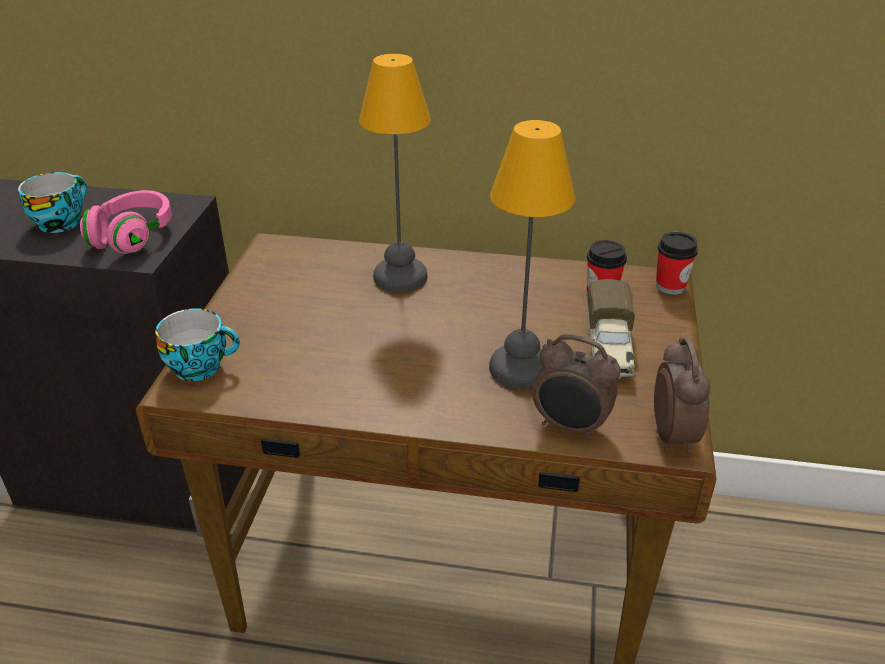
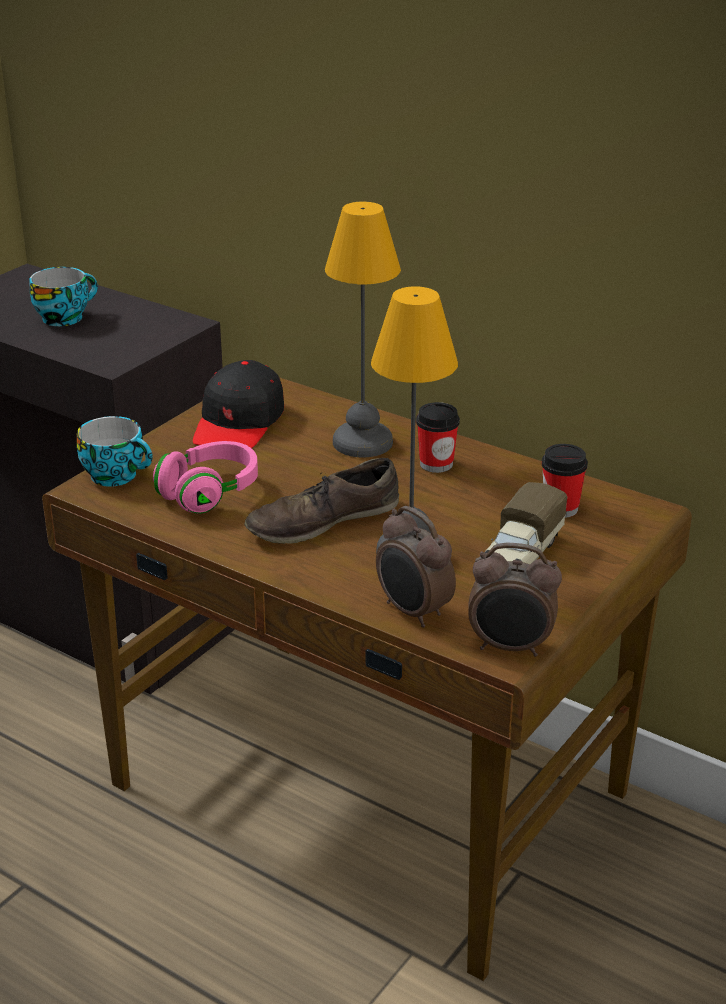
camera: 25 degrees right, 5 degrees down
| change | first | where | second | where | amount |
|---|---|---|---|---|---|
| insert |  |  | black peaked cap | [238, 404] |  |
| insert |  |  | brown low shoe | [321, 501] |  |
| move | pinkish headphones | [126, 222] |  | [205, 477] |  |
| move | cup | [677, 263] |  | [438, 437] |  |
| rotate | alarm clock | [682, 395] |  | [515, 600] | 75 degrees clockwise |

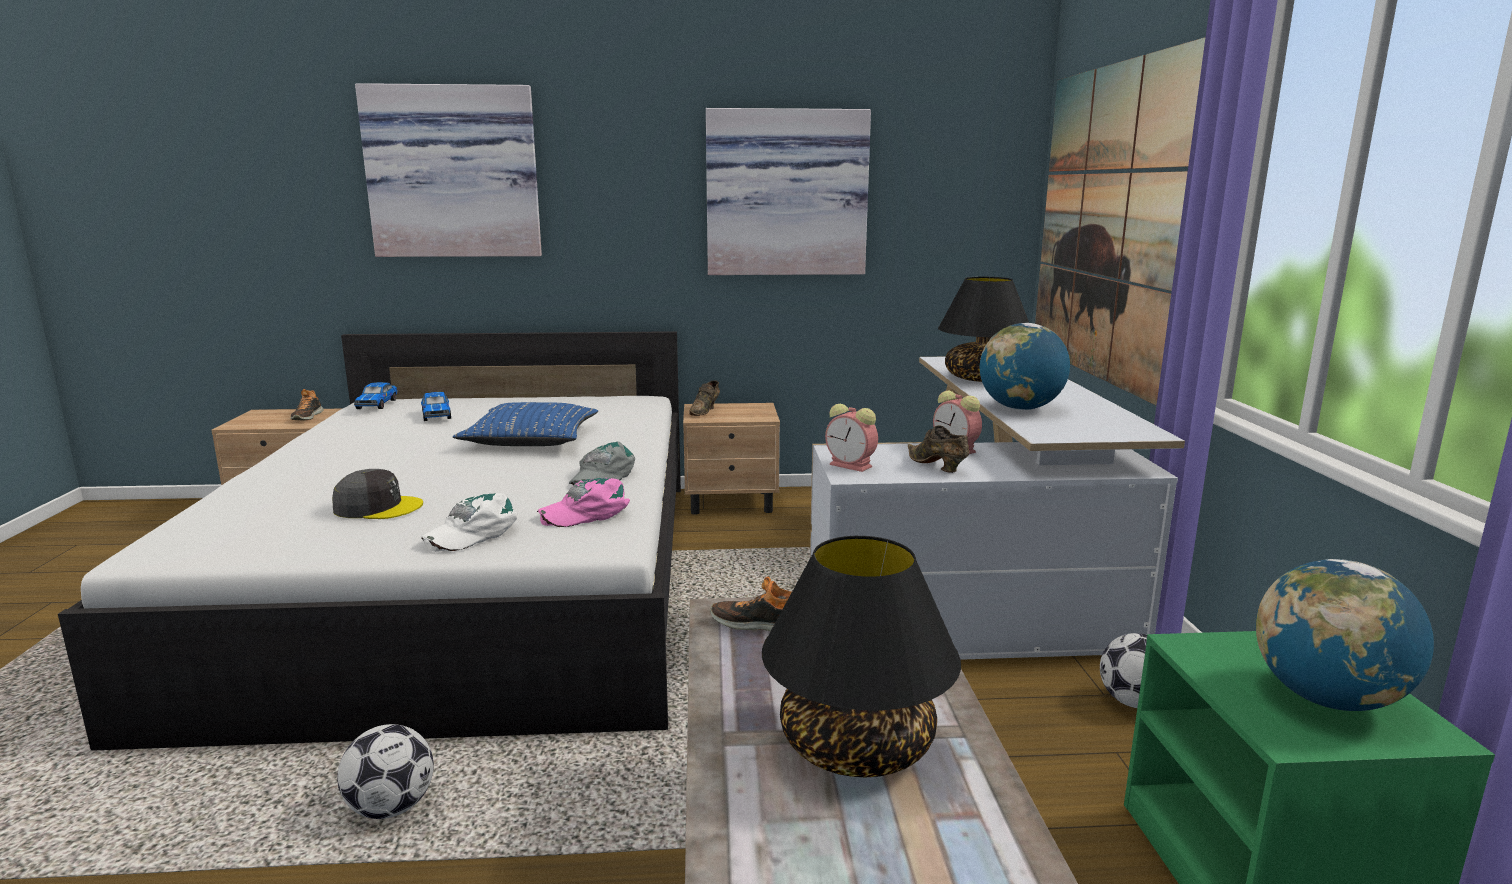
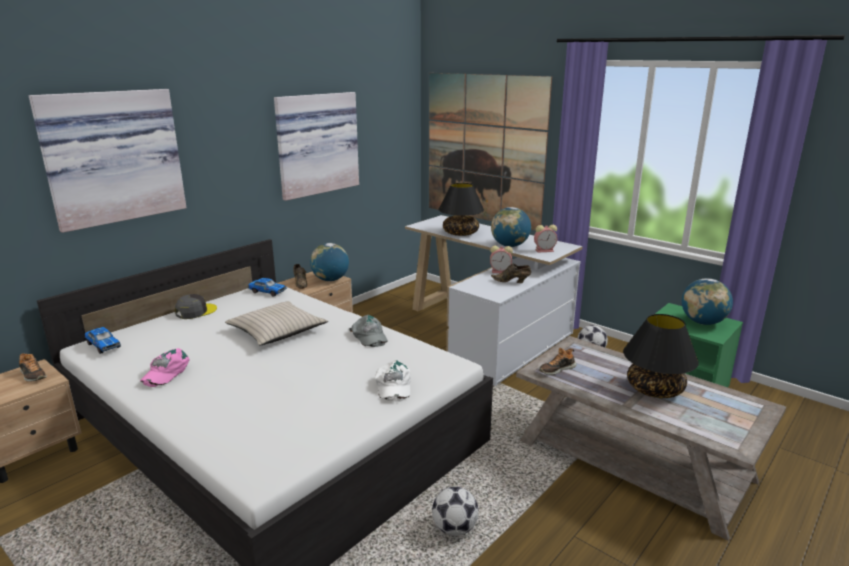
camera: 45 degrees left, 5 degrees up
| change | first | where | second | where | amount |
|---|---|---|---|---|---|
| insert |  |  | globe | [329, 262] |  |
| move | grey peaked cap | [377, 494] |  | [196, 306] |  |
| move | toy car | [436, 406] |  | [267, 287] |  |
| move | pinkish peaked cap | [583, 502] |  | [165, 367] |  |
| move | alarm clock | [851, 438] |  | [545, 238] |  |
| recolor | blue throw pillow | [525, 424] | beige-coloured throw pillow | [276, 323] |  |

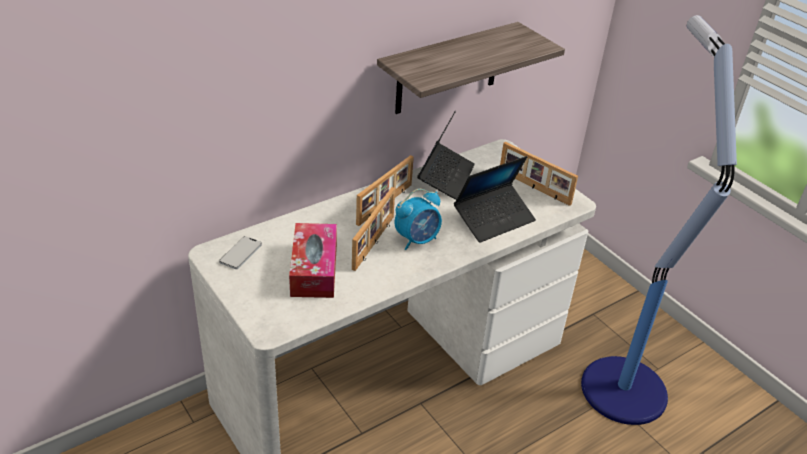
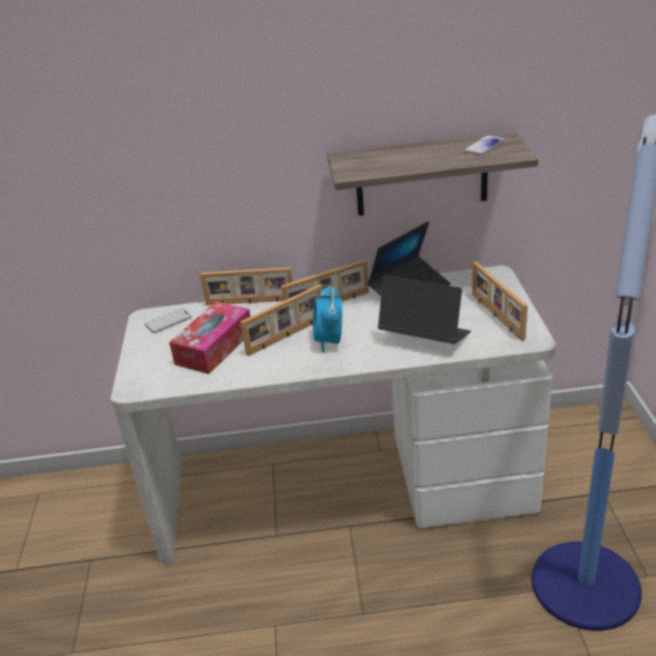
camera: 35 degrees right, 5 degrees down
| change | first | where | second | where | amount |
|---|---|---|---|---|---|
| insert |  |  | picture frame | [246, 286] |  |
| insert |  |  | handset | [484, 145] |  |
| rotate | alarm clock | [418, 219] |  | [327, 319] | 90 degrees clockwise |
| rotate | laptop | [495, 199] |  | [424, 309] | 150 degrees counterclockwise |

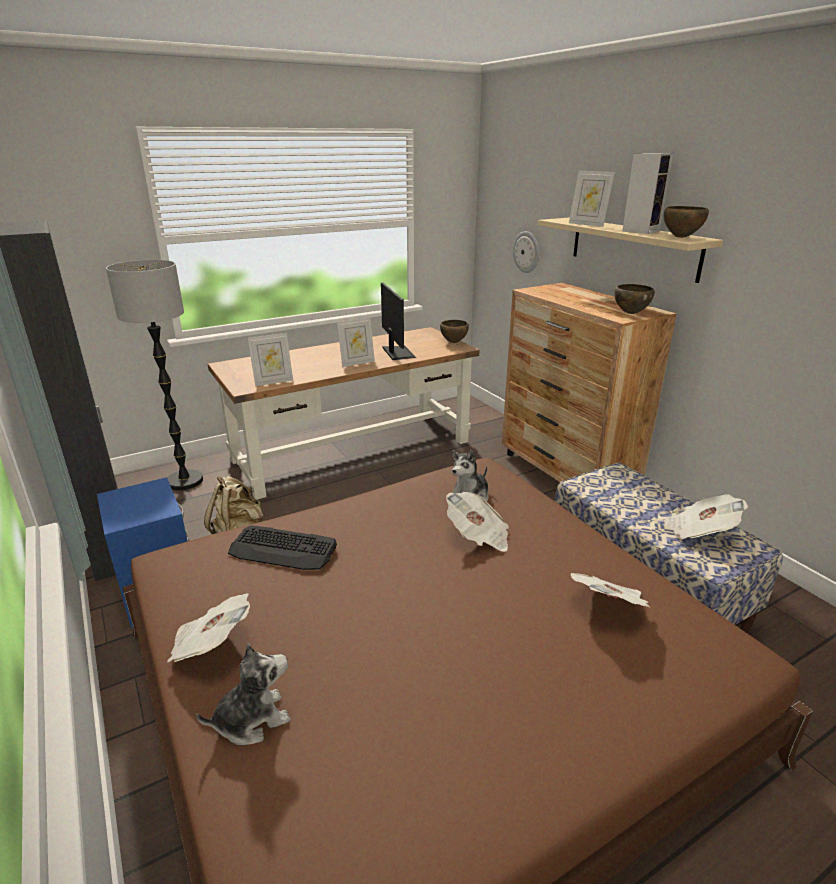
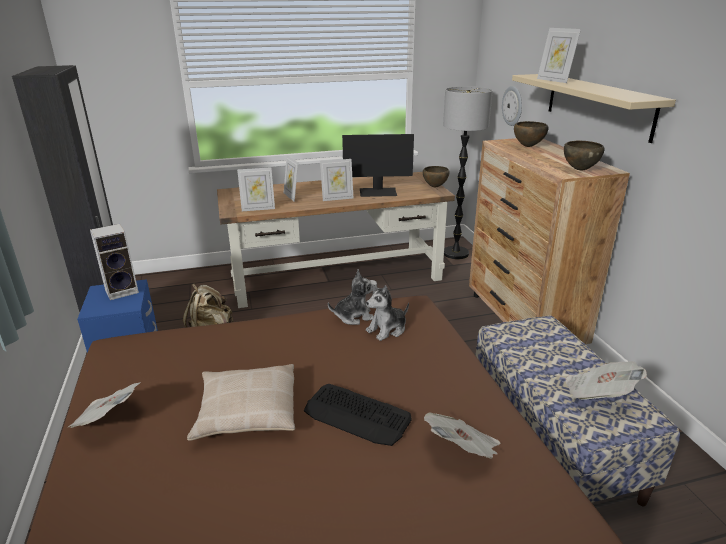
camera: 15 degrees right, 0 degrees up
| change | first | where | second | where | amount |
|---|---|---|---|---|---|
| delete | newspaper | [477, 522] |  |  |  |
| insert |  |  | beige-coloured throw pillow | [241, 402] |  |
| insert |  |  | picture frame | [291, 179] |  |
| move | standing lamp | [154, 375] |  | [468, 172] |  |
| move | soft toy | [243, 694] |  | [352, 297] |  |
| move | computer keyboard | [282, 547] |  | [358, 415] |  |
| move | audio speaker | [647, 193] |  | [114, 262] |  |
| move | brown bowl | [686, 222] |  | [531, 134] |  |
| rotate | monitor | [398, 321] |  | [378, 165] | 90 degrees clockwise |

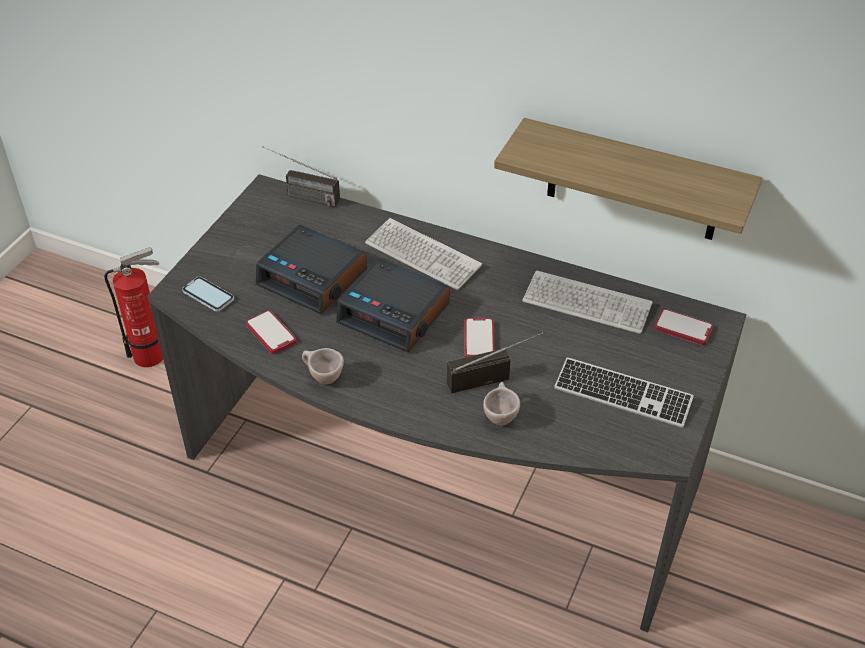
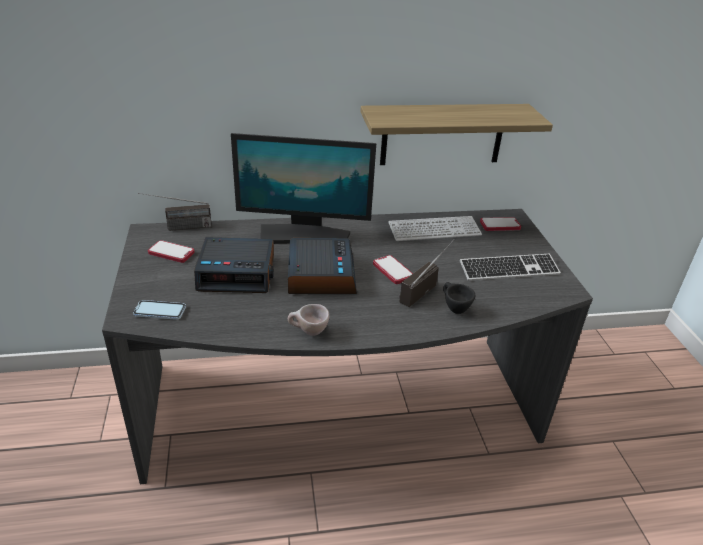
camera: 35 degrees left, 10 degrees down
| change | first | where | second | where | amount |
|---|---|---|---|---|---|
| delete | fire-fighting cylinder | [133, 307] |  |  |  |
| move | handset | [271, 332] |  | [171, 251] |  |
| replace | computer keyboard | [423, 254] | monitor | [303, 188] |  |
| recolor | beige-coloured cup | [501, 404] | black cup | [459, 298] |  |
| rotate | alarm clock | [393, 305] |  | [322, 266] | 90 degrees counterclockwise |

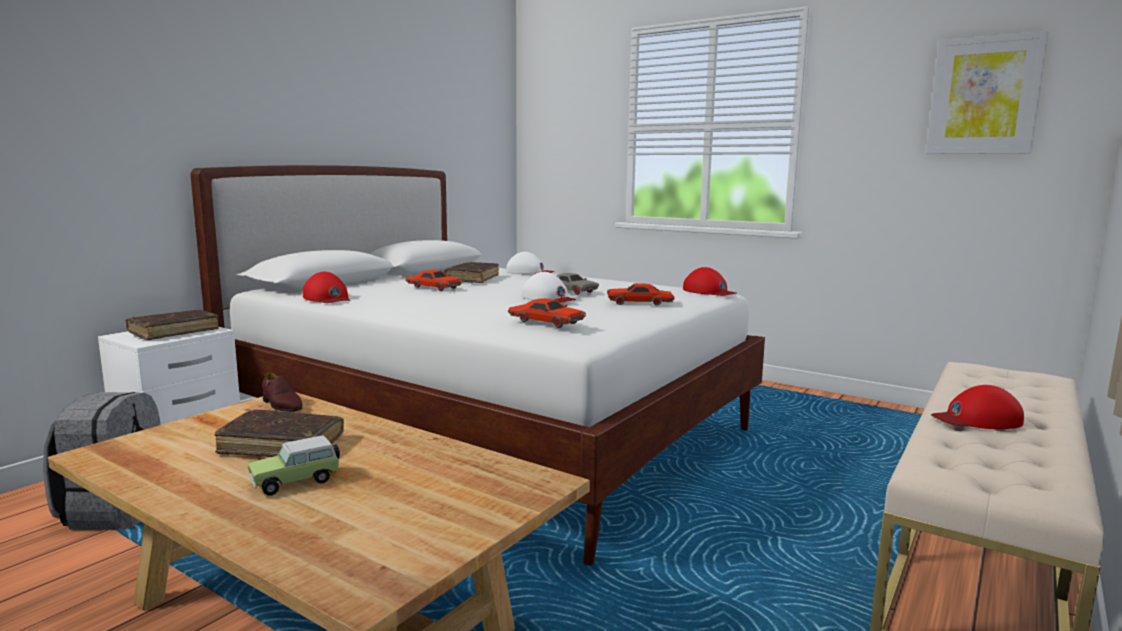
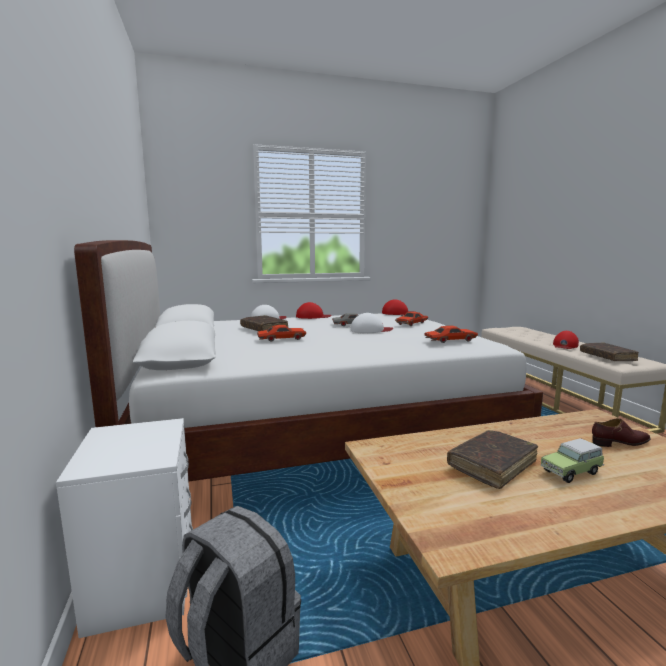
camera: 50 degrees left, 0 degrees up
| change | first | where | second | where | amount |
|---|---|---|---|---|---|
| delete | wall art | [987, 92] |  |  |  |
| move | brown book | [172, 325] |  | [609, 351] |  |
| move | brown low shoe | [282, 392] |  | [621, 432] |  |
| move | red peaked cap | [326, 287] |  | [314, 310] |  |
| rotate | toy car | [294, 465] |  | [572, 460] | 60 degrees clockwise |

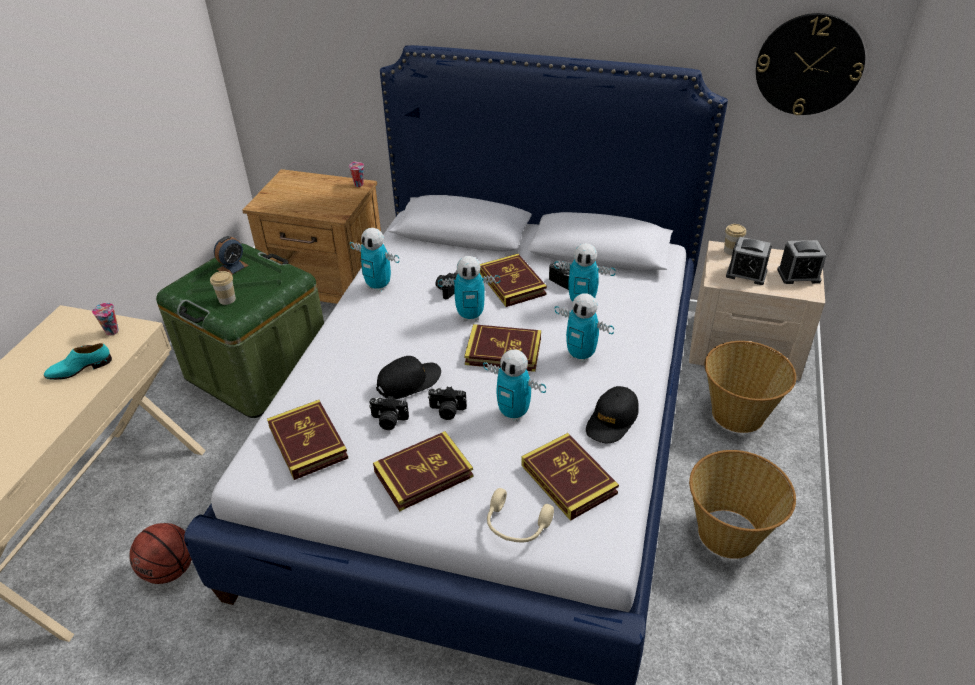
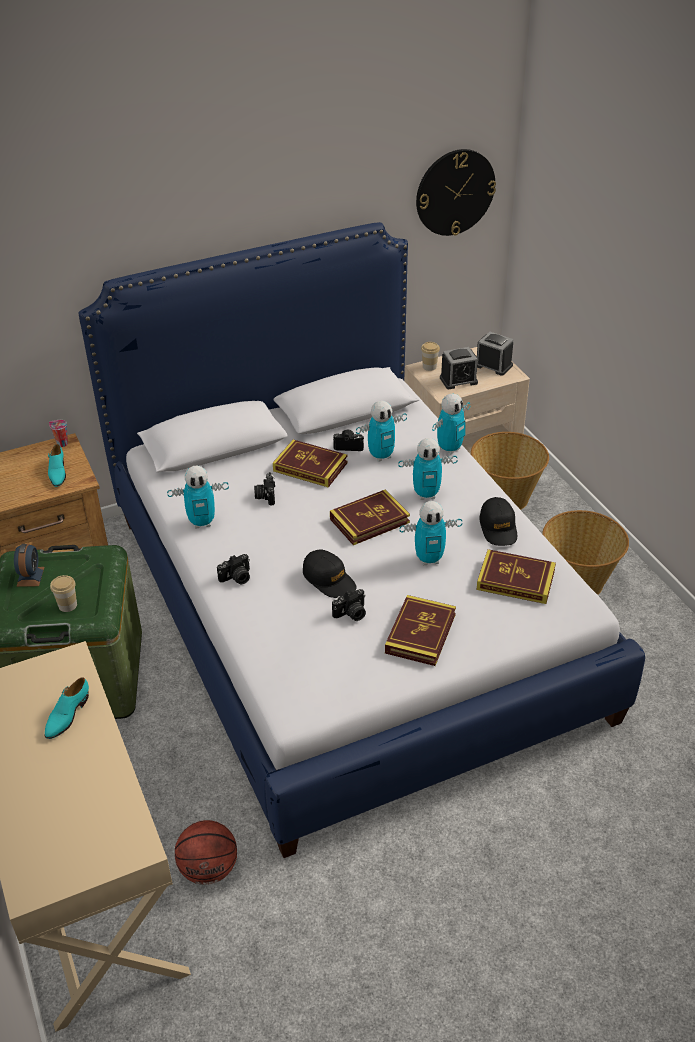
camera: 40 degrees left, 0 degrees up
| change | first | where | second | where | amount |
|---|---|---|---|---|---|
| delete | cup | [105, 319] |  |  |  |
| delete | book | [307, 440] |  |  |  |
| delete | beige-coloured headphones | [520, 515] |  |  |  |
| insert |  |  | blue-green low shoe | [57, 465] |  |
| move | photo camera | [447, 403] |  | [233, 569] |  |
| move | toy robot | [469, 288] |  | [451, 424] |  |
| rotate | black peaked cap | [408, 377] |  | [330, 574] | 120 degrees clockwise |
| rotate | alarm clock | [802, 262] |  | [495, 354] | 105 degrees counterclockwise |

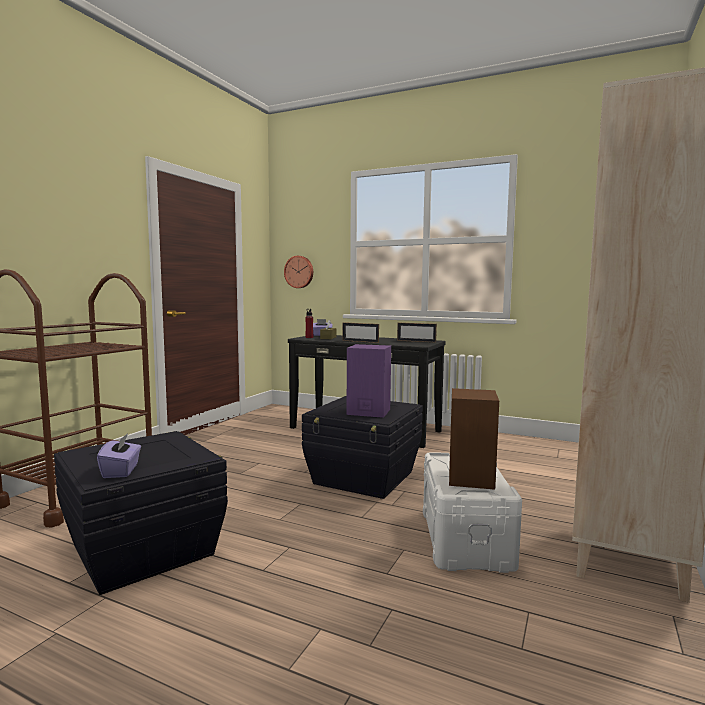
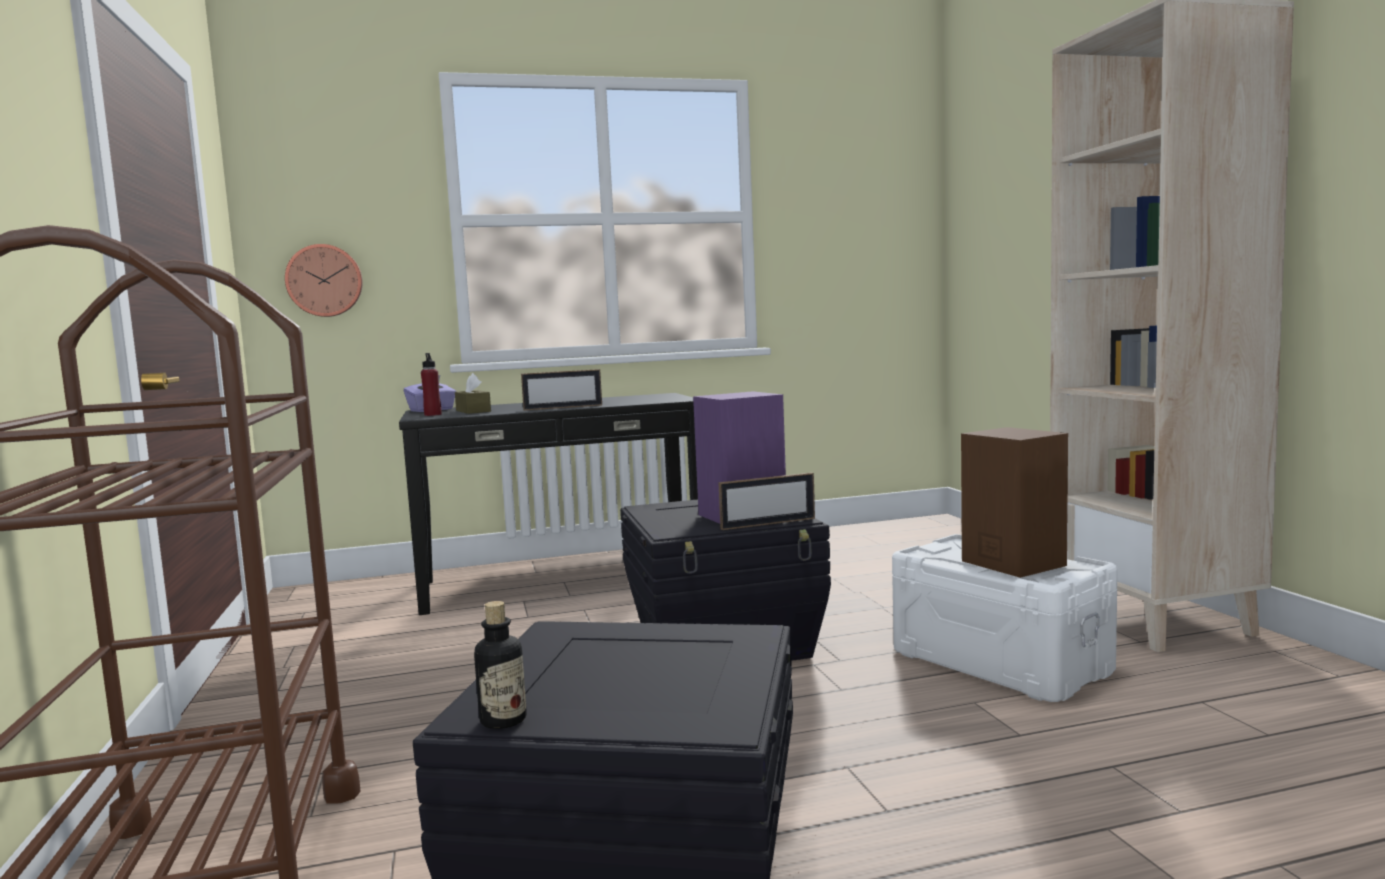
camera: 40 degrees left, 0 degrees up
| change | first | where | second | where | amount |
|---|---|---|---|---|---|
| delete | purple-coloured tissue holder | [119, 455] |  |  |  |
| insert |  |  | drink bottle | [500, 665] |  |
| move | picture frame | [417, 332] |  | [766, 501] |  |

